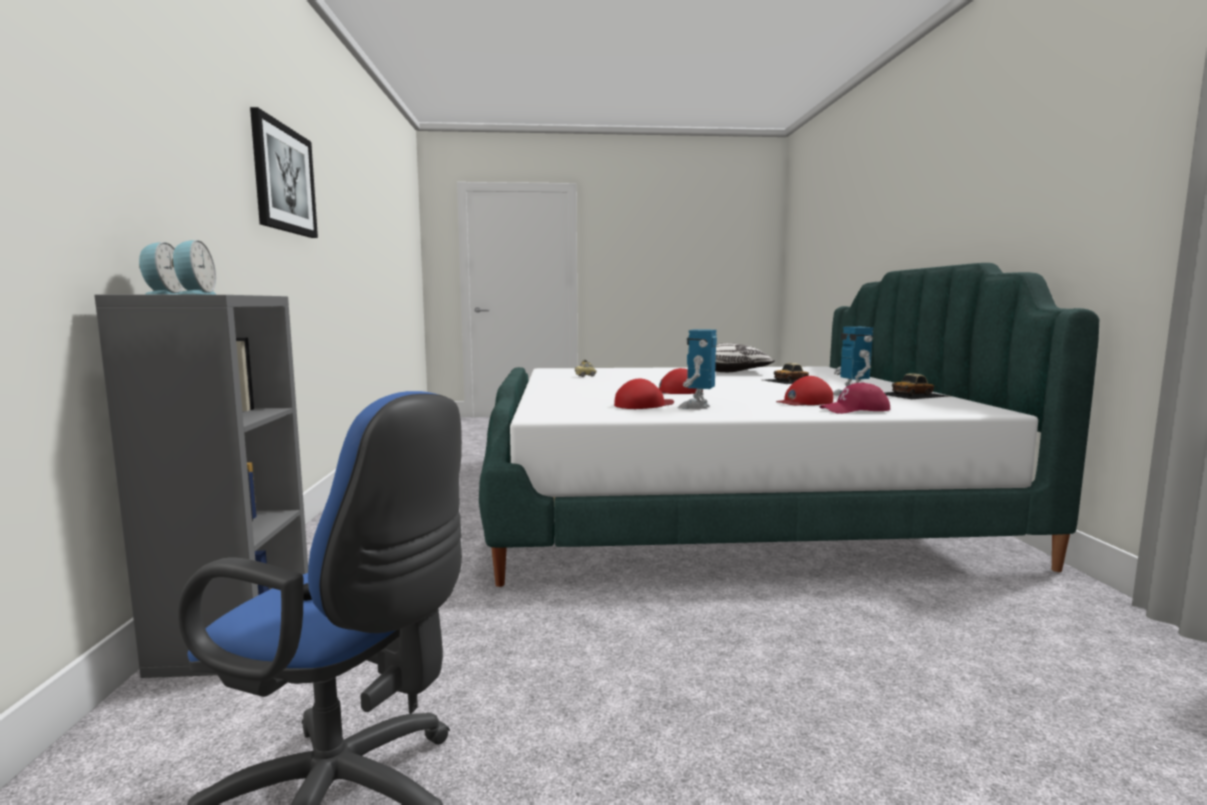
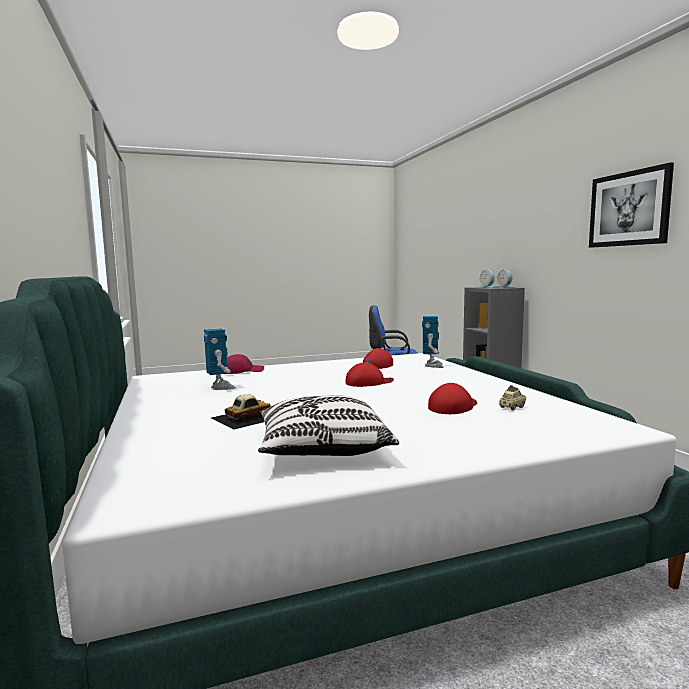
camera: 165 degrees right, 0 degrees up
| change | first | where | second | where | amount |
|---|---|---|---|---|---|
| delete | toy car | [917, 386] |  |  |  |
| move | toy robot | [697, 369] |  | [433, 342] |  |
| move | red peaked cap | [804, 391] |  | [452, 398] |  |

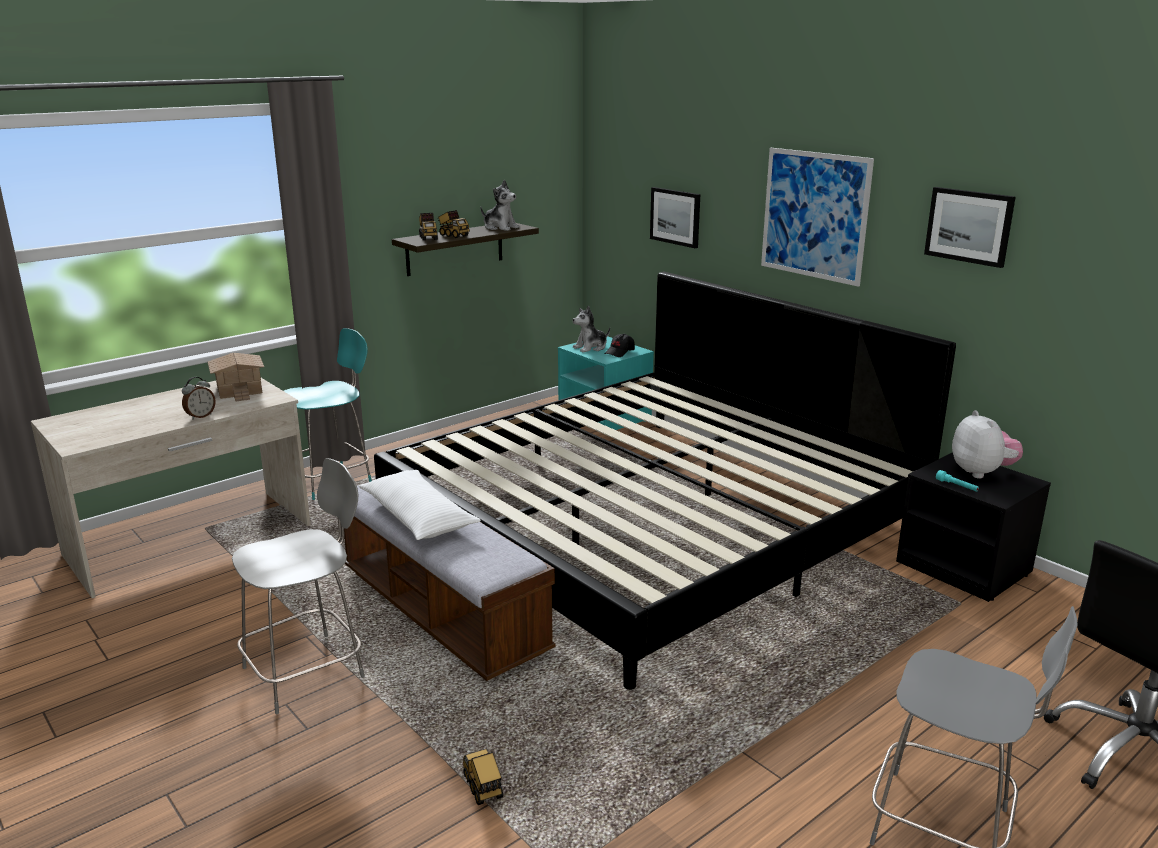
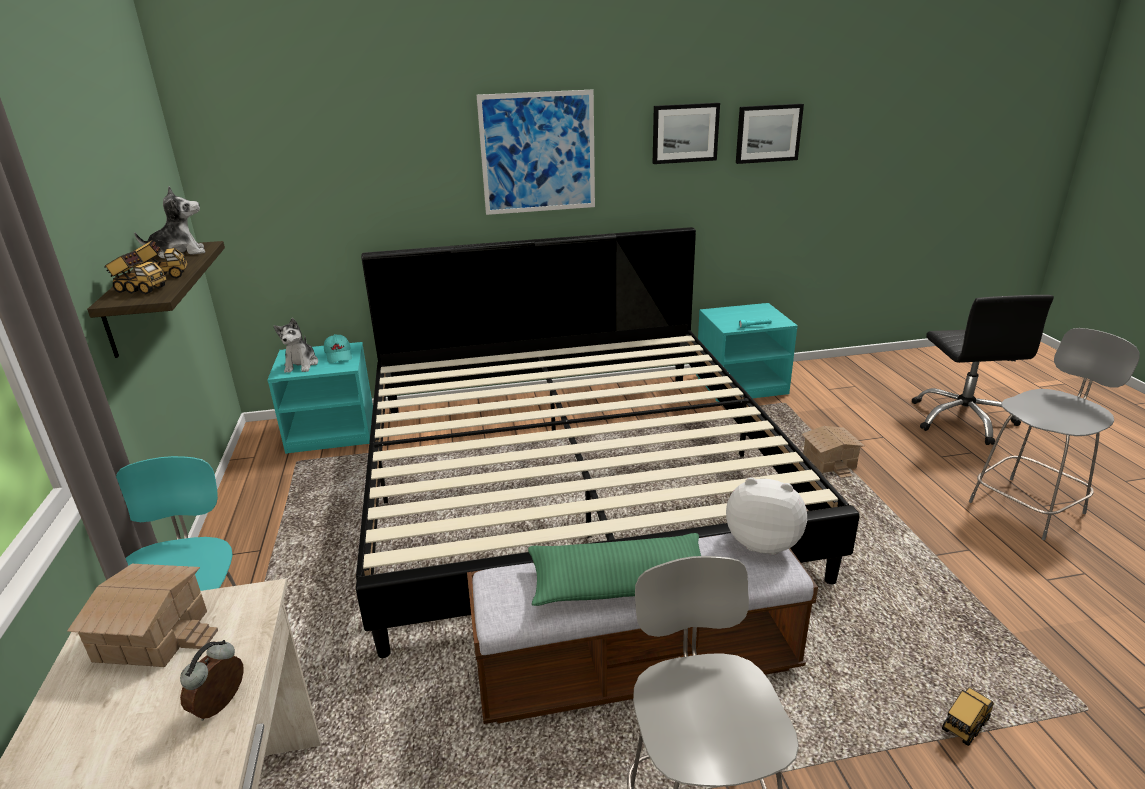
camera: 60 degrees left, 5 degrees up
| change | first | where | second | where | amount |
|---|---|---|---|---|---|
| insert |  |  | model house | [833, 452] |  |
| move | wall art | [675, 217] |  | [770, 134] |  |
| move | soft toy | [987, 444] |  | [766, 516] |  |
| recolor | white-coloured throw pillow | [420, 505] | green-coloured throw pillow | [614, 569] |  |
| recolor | black peaked cap | [620, 345] | blue-green peaked cap | [338, 348] |  |
| recolor | black bedside table | [973, 527] | blue-green bedside table | [747, 352] |  |
| rotate | alarm clock | [199, 398] |  | [212, 680] | 135 degrees counterclockwise |
| rotate | model truck | [483, 777] |  | [968, 716] | 135 degrees clockwise |

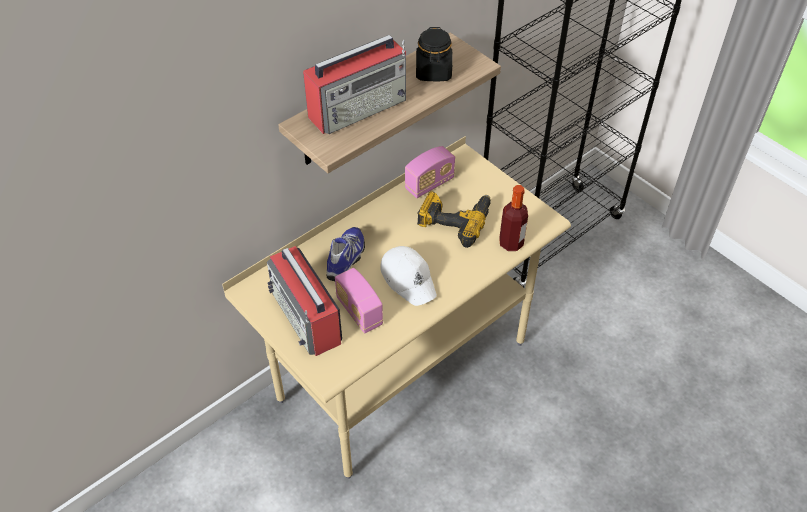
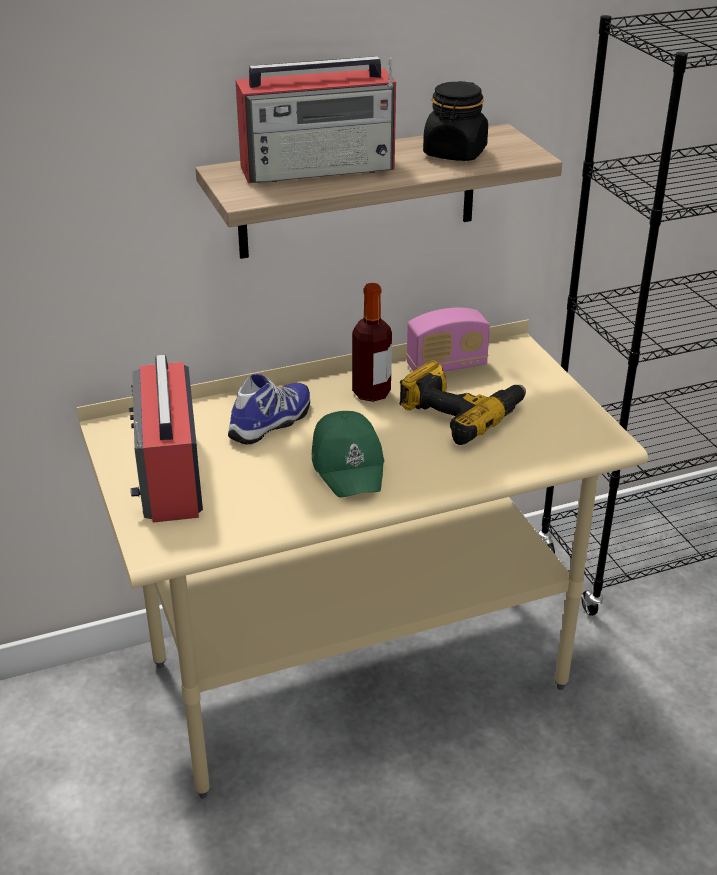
camera: 20 degrees right, 15 degrees down
| change | first | where | second | where | amount |
|---|---|---|---|---|---|
| delete | radio | [359, 300] |  |  |  |
| move | drink bottle | [513, 218] |  | [372, 342] |  |
| recolor | white-coloured peaked cap | [408, 276] | green-coloured peaked cap | [348, 454] |  |

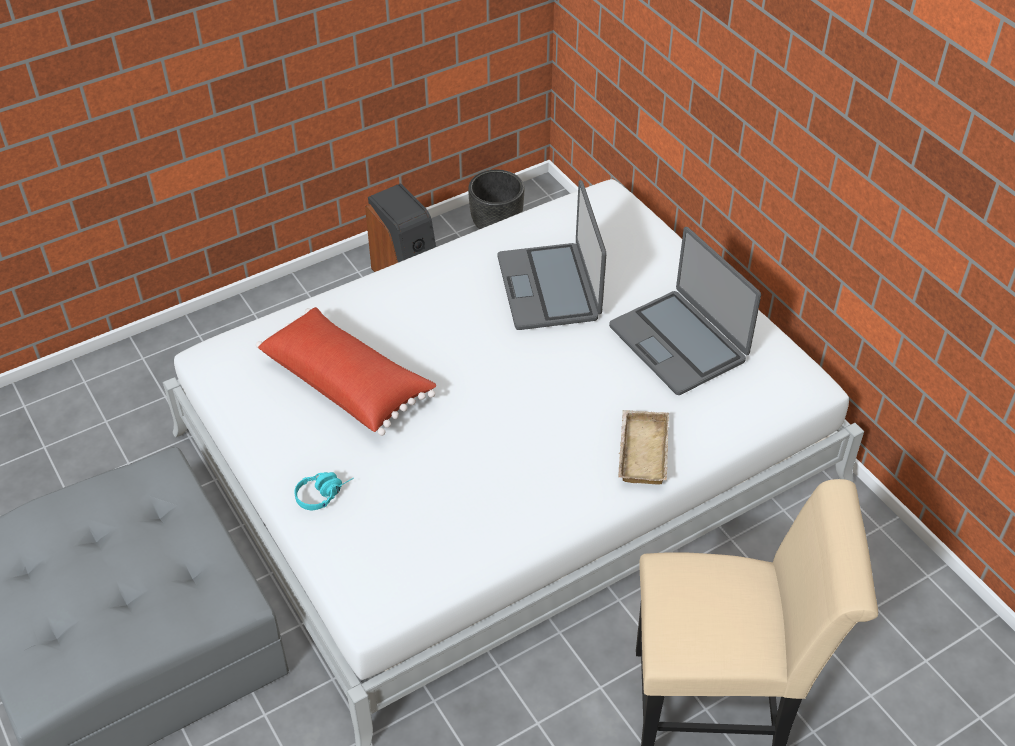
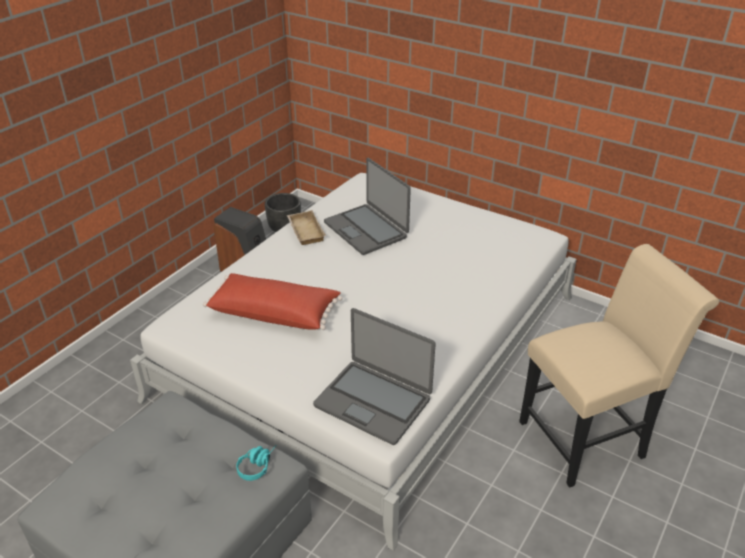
camera: 25 degrees left, 10 degrees down
| change | first | where | second | where | amount |
|---|---|---|---|---|---|
| move | blue-green headphones | [324, 491] |  | [256, 463] |  |
| move | laptop | [685, 311] |  | [374, 376] |  |
| move | beige-coloured serving tray | [643, 447] |  | [306, 227] |  |

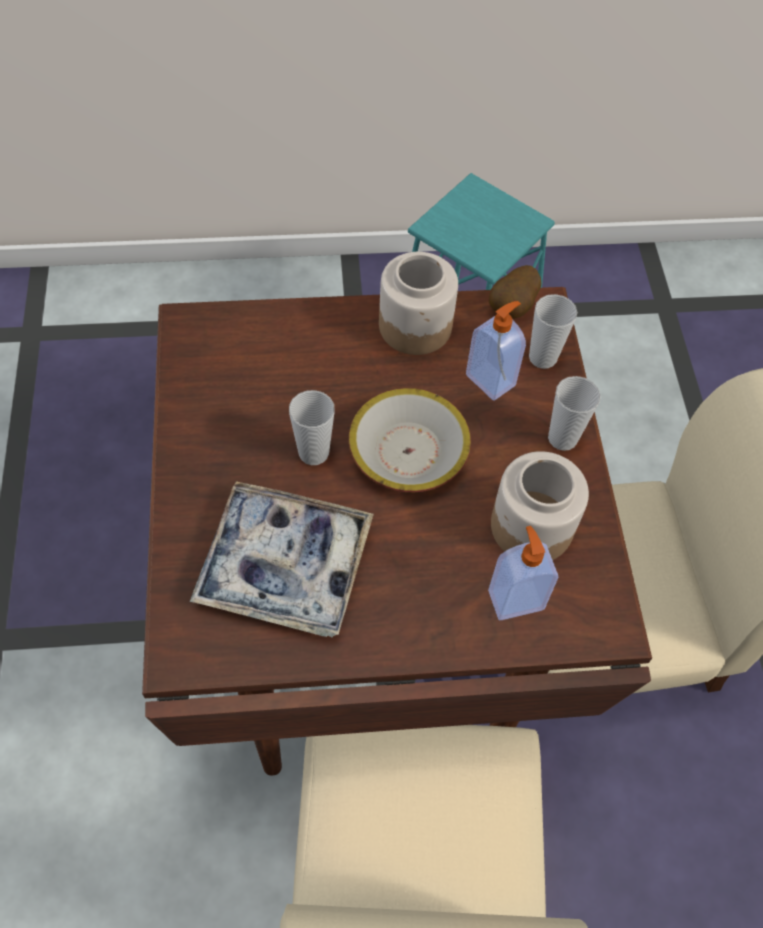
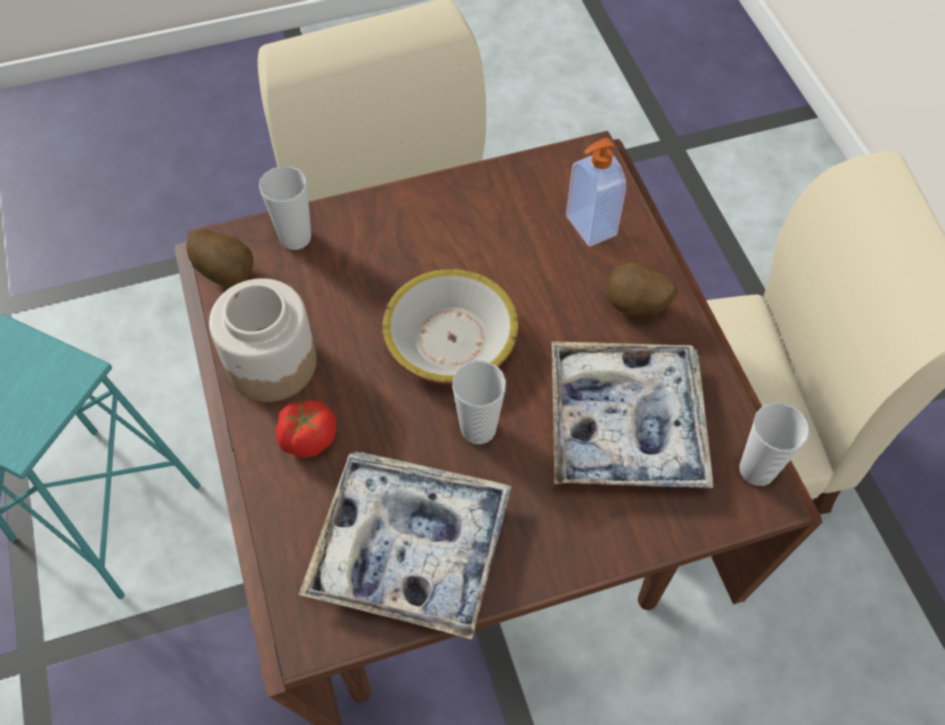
camera: 100 degrees left, 0 degrees up
| change | first | where | second | where | amount |
|---|---|---|---|---|---|
| delete | liquid soap bottle | [496, 351] |  |  |  |
| delete | jar | [540, 505] |  |  |  |
| insert |  |  | whole tomato | [306, 428] |  |
| insert |  |  | serving tray | [405, 545] |  |
| insert |  |  | spud | [642, 289] |  |
| move | cup | [574, 413] |  | [774, 444] |  |

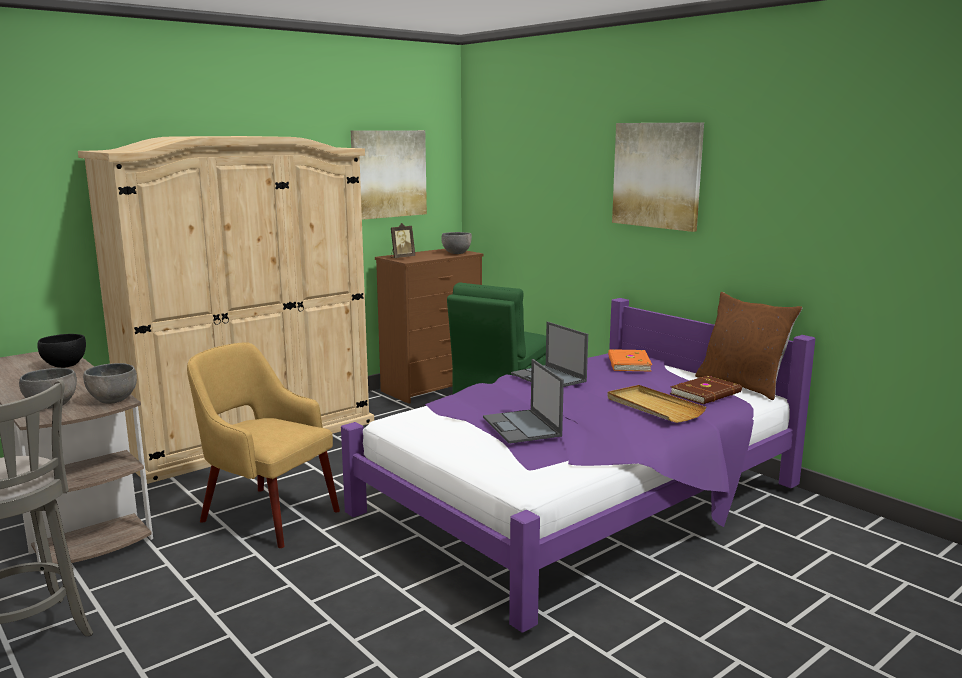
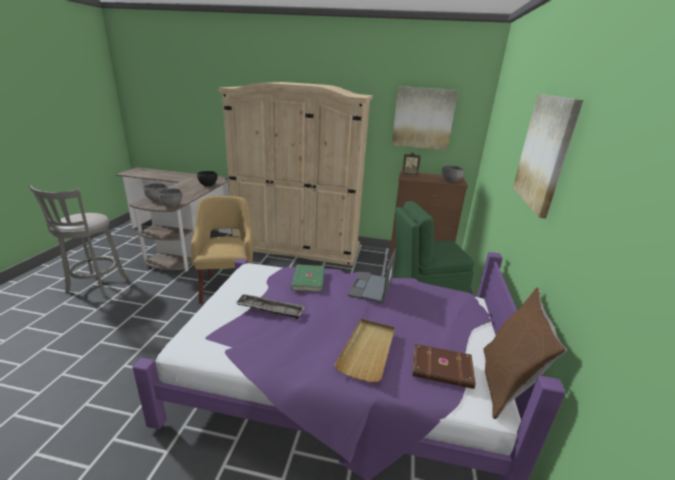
camera: 50 degrees right, 10 degrees up
| change | first | where | second | where | amount |
|---|---|---|---|---|---|
| delete | orangey book | [630, 360] |  |  |  |
| insert |  |  | green-coloured book | [307, 278] |  |
| replace | laptop | [523, 401] | serving tray | [270, 306] |  |

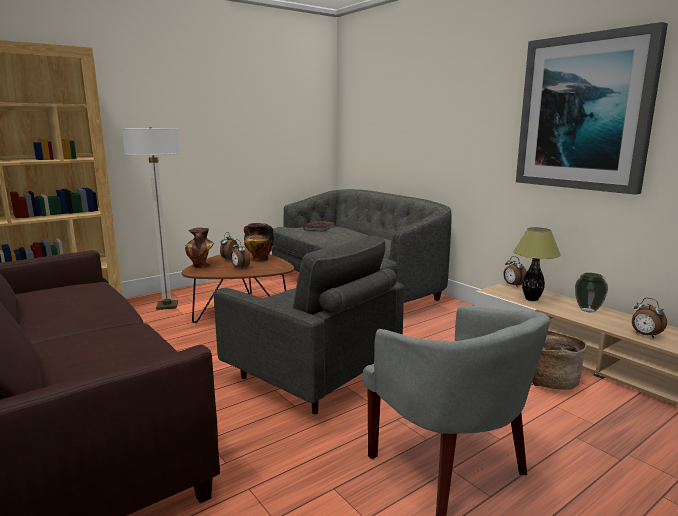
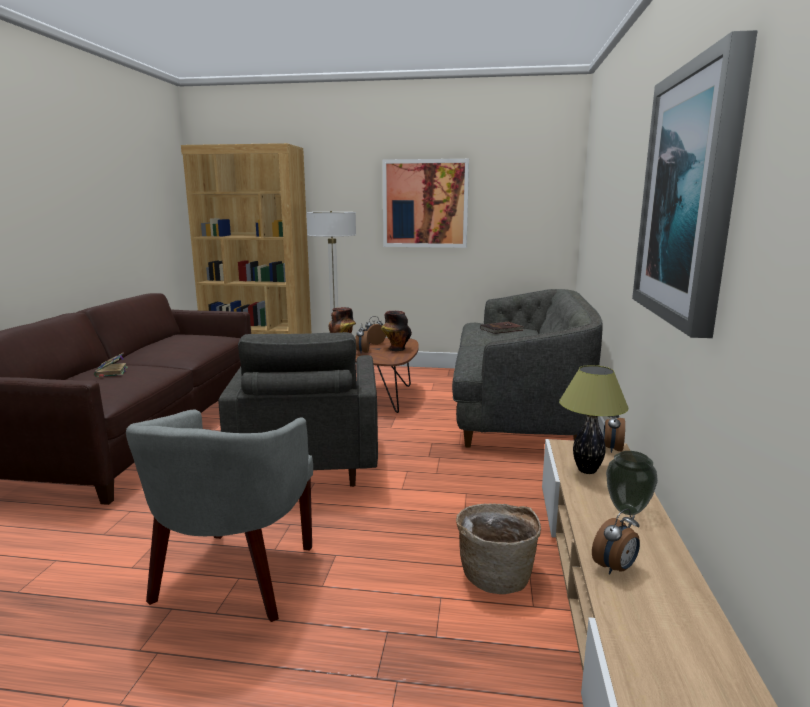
camera: 45 degrees right, 0 degrees up
| change | first | where | second | where | amount |
|---|---|---|---|---|---|
| insert |  |  | book | [111, 364] |  |
| insert |  |  | wall art | [426, 203] |  |
| rotate | alarm clock | [649, 318] |  | [616, 541] | 135 degrees counterclockwise |

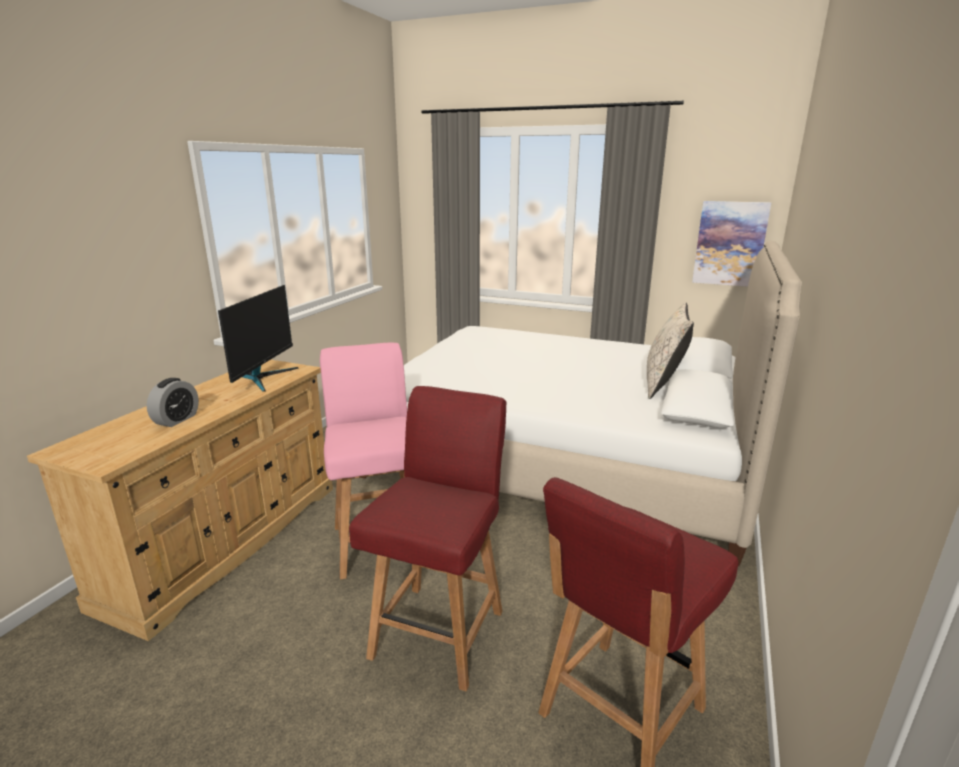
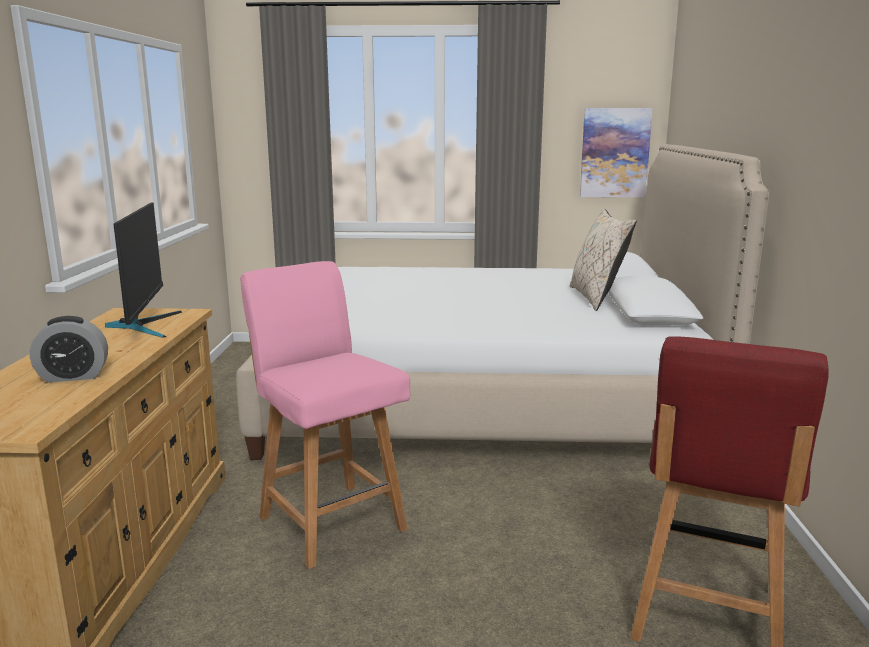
camera: 20 degrees left, 5 degrees down
| change | first | where | second | where | amount |
|---|---|---|---|---|---|
| delete | red plain chair | [428, 538] |  |  |  |
| rotate | alarm clock | [173, 402] |  | [69, 349] | 75 degrees clockwise |

